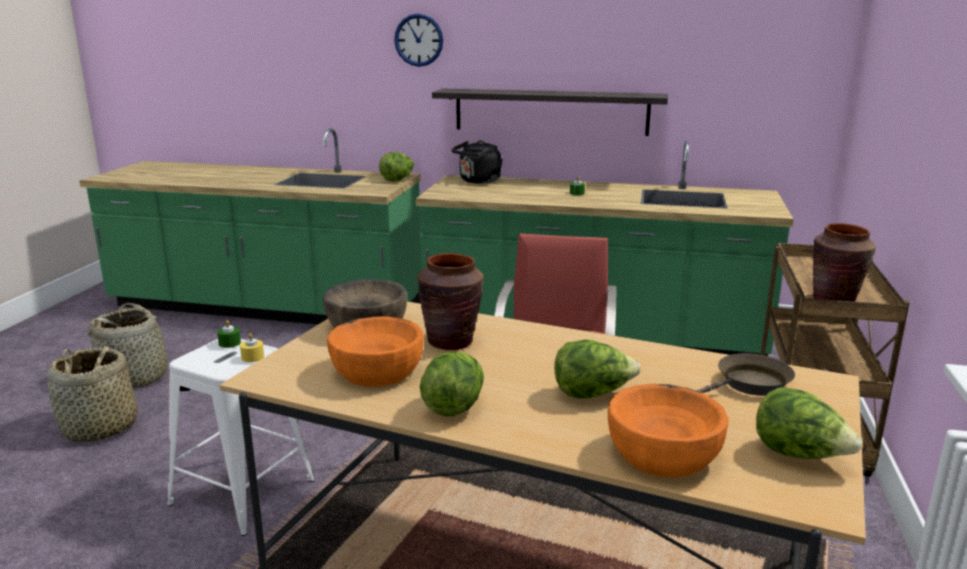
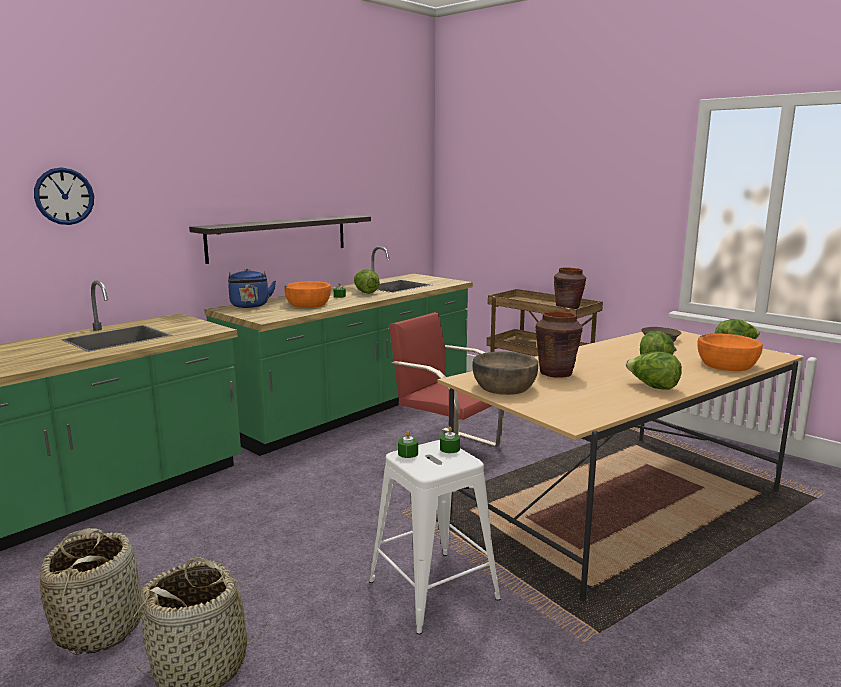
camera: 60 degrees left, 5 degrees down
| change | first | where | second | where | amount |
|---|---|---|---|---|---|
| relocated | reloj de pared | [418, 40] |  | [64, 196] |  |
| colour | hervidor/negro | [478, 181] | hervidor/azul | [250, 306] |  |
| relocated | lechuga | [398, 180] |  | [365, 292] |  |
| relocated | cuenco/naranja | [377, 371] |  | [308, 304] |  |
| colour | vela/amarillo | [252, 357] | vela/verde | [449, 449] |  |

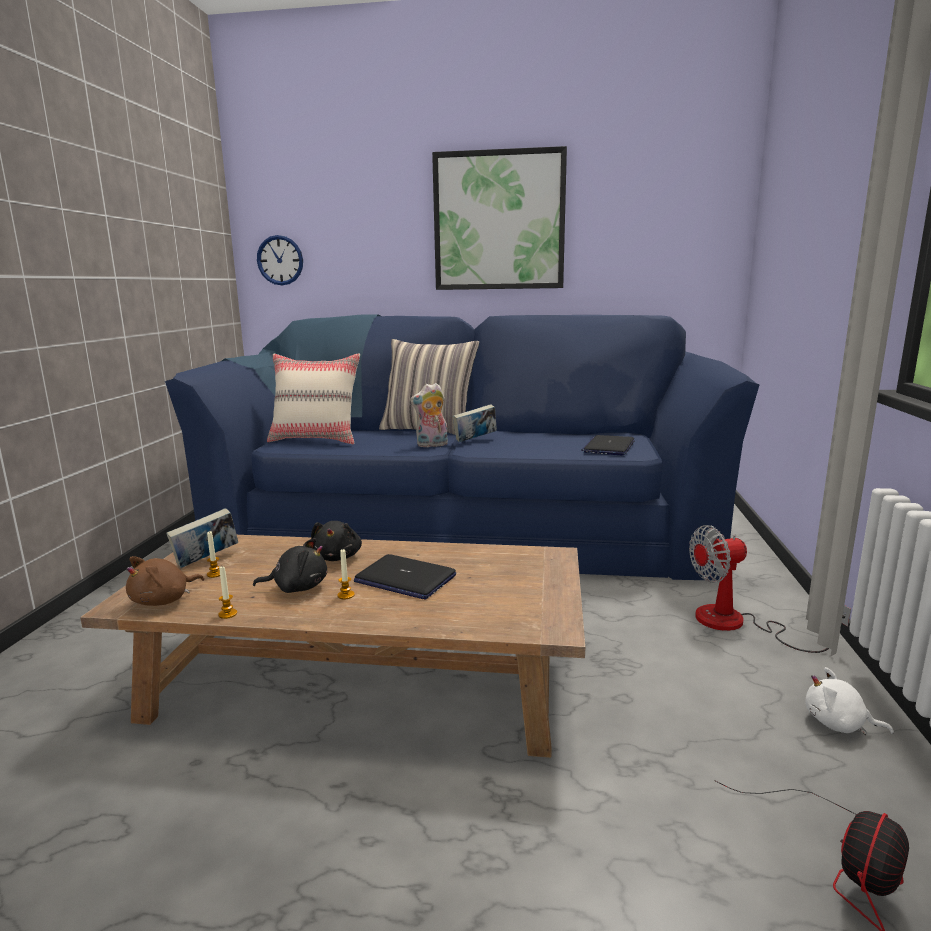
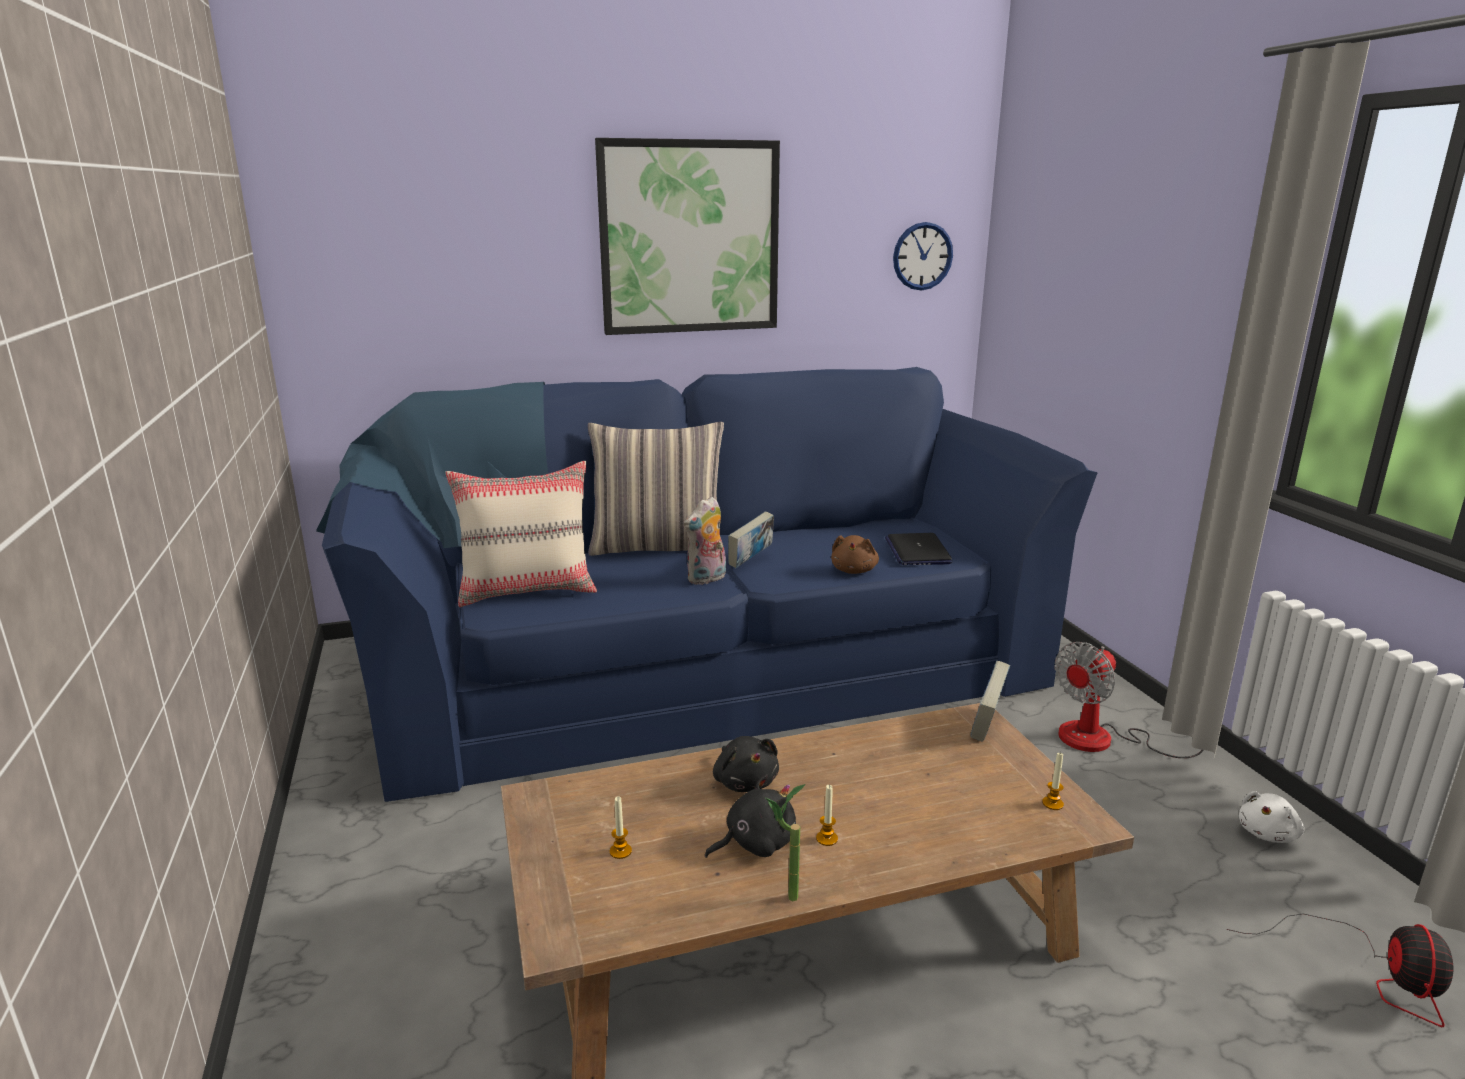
camera: 25 degrees left, 5 degrees up
| change | first | where | second | where | amount |
|---|---|---|---|---|---|
| relocated | reloj de pared | [280, 260] |  | [922, 256] |  |
| relocated | libro | [206, 560] |  | [987, 726] |  |
| missing | portátil | [404, 579] |  |  |  |
| relocated | peluche/marrón | [164, 600] |  | [854, 570] |  |
| relocated | vela | [228, 614] |  | [1052, 803] |  |
| spun | peluche/blanco | [838, 724] |  | [1268, 833] | 45 degrees counterclockwise |
| appeared |  |  | planta en maceta | [782, 898] |  |

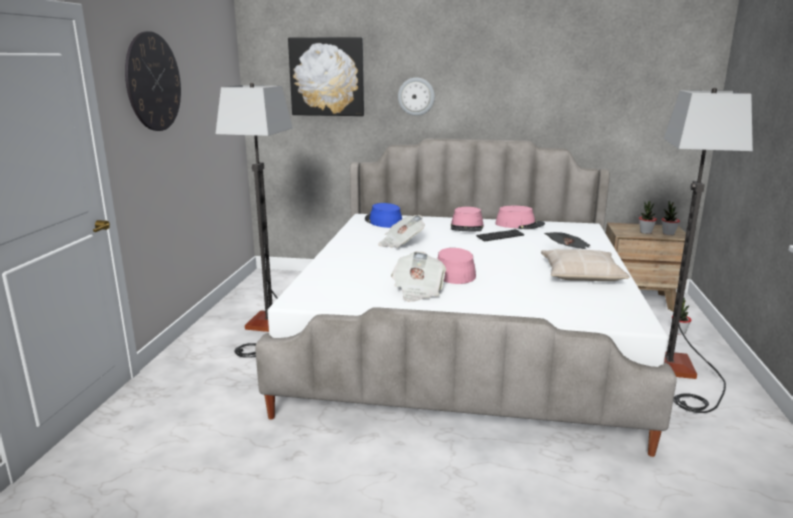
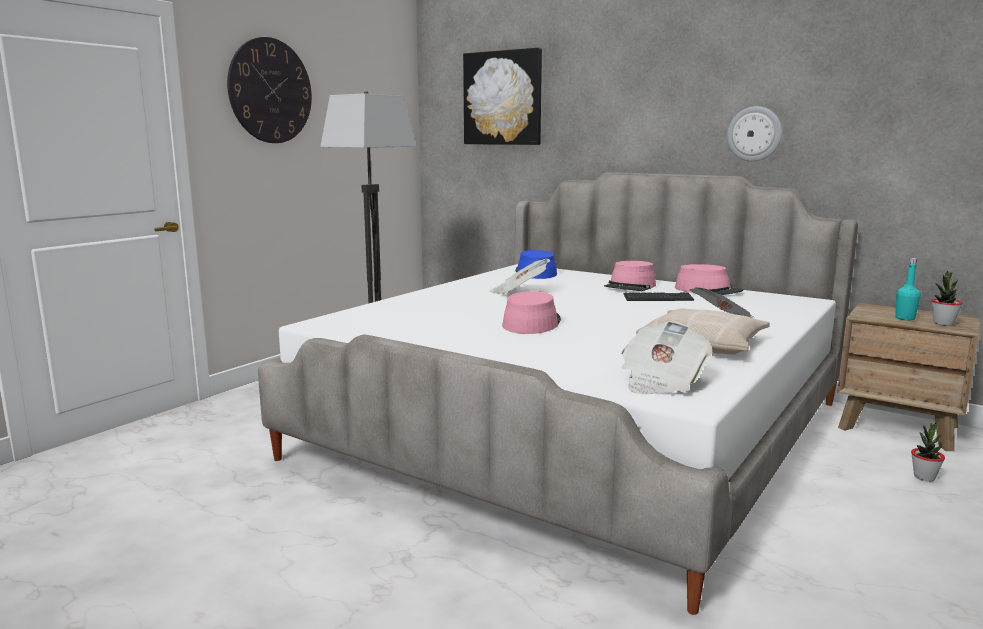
camera: 25 degrees right, 5 degrees down
| change | first | where | second | where | amount |
|---|---|---|---|---|---|
| relocated | reloj de pared | [416, 96] |  | [754, 134] |  |
| missing | lámpara de pie | [676, 374] |  |  |  |
| exchanged | planta en maceta | [645, 232] | botella/turquesa | [905, 318] |  |
| relocated | periódico | [417, 291] |  | [661, 382] |  |

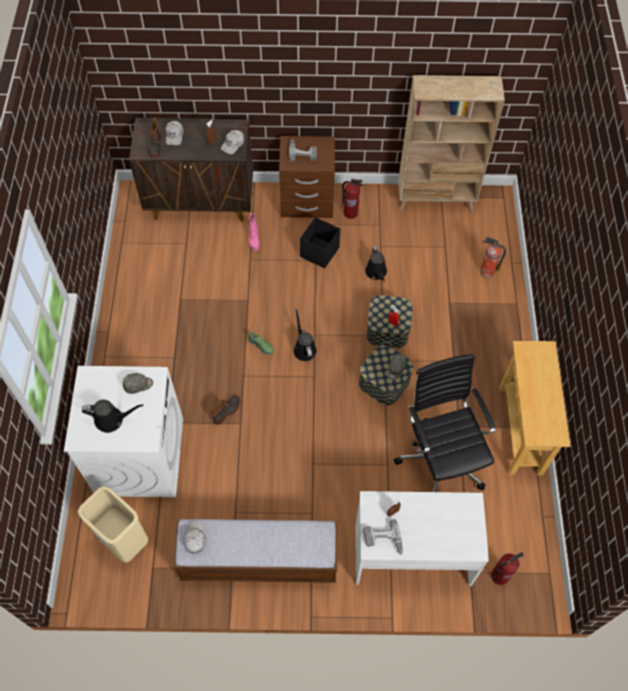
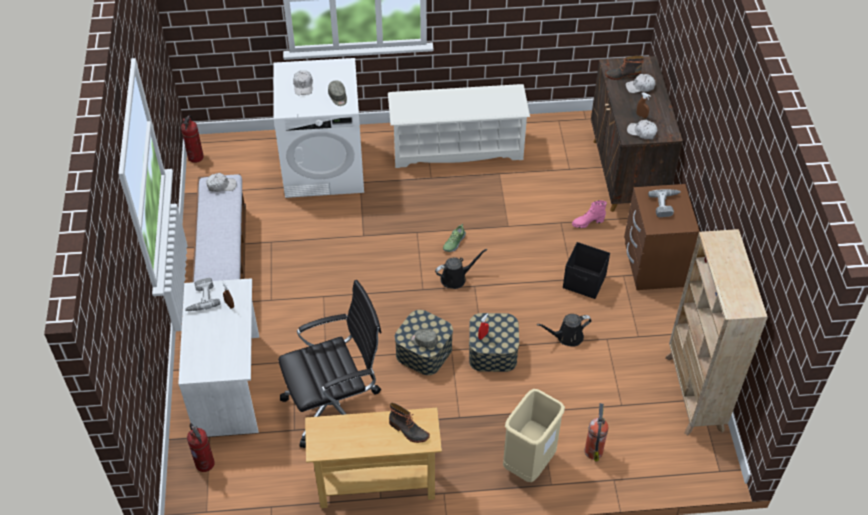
camera: 85 degrees right, 10 degrees down
| change | first | where | second | where | amount |
|---|---|---|---|---|---|
| relocated | extintor | [351, 213] |  | [196, 157] |  |
| relocated | bota | [227, 411] |  | [408, 431] |  |
| exchanged | regadera/negro | [112, 419] | gorra/blanco | [303, 86] |  |
| relocated | papelera/beis | [124, 540] |  | [529, 463] |  |
| appeared |  |  | zapatero/blanco | [457, 148] |  |

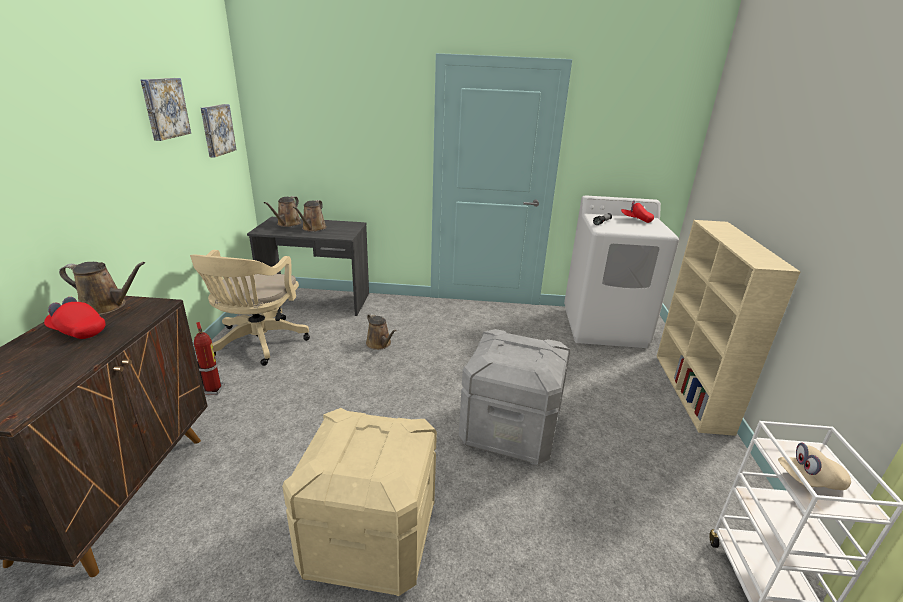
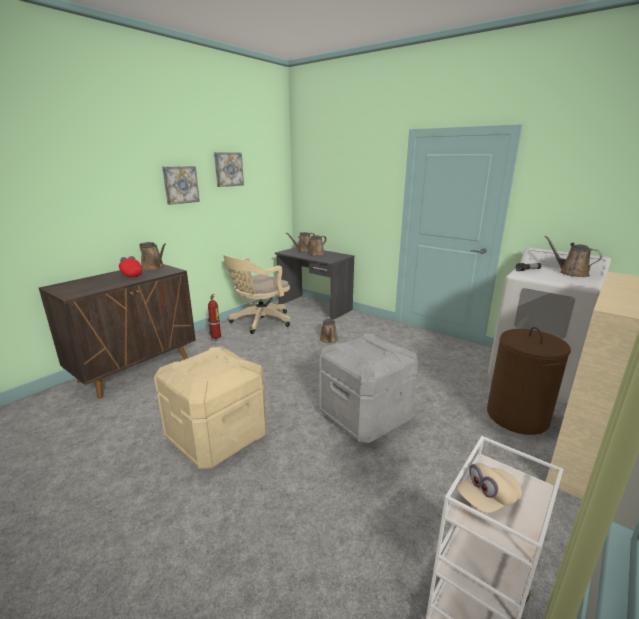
camera: 35 degrees right, 5 degrees down
| change | first | where | second | where | amount |
|---|---|---|---|---|---|
| relocated | cuadro | [216, 130] |  | [180, 184] |  |
| exchanged | gorra/rojo | [636, 220] | regadera/marrón | [571, 273] |  |
| spun | gorra/beis | [809, 480] |  | [487, 499] | 60 degrees counterclockwise |
| appeared |  |  | cesto de la ropa/marrón | [517, 416] |  |

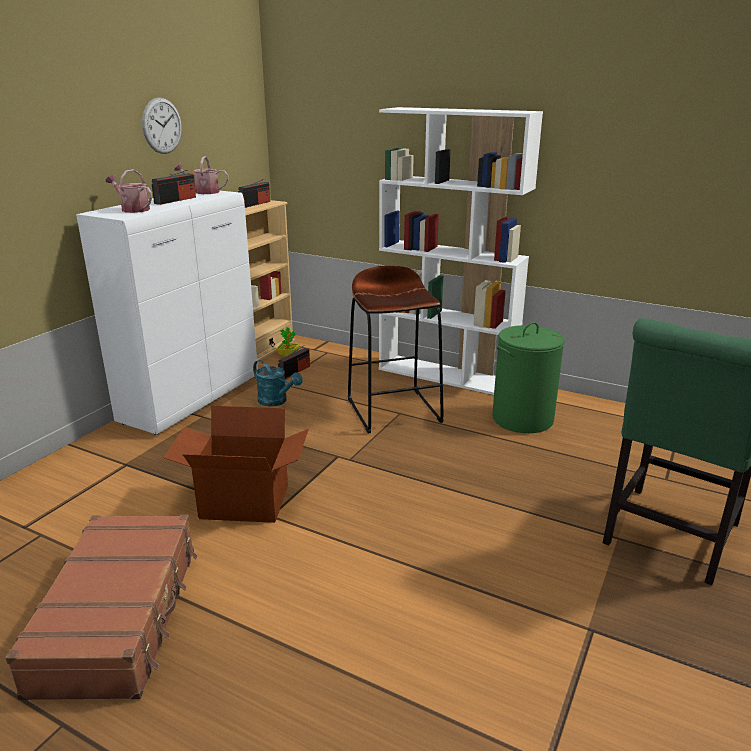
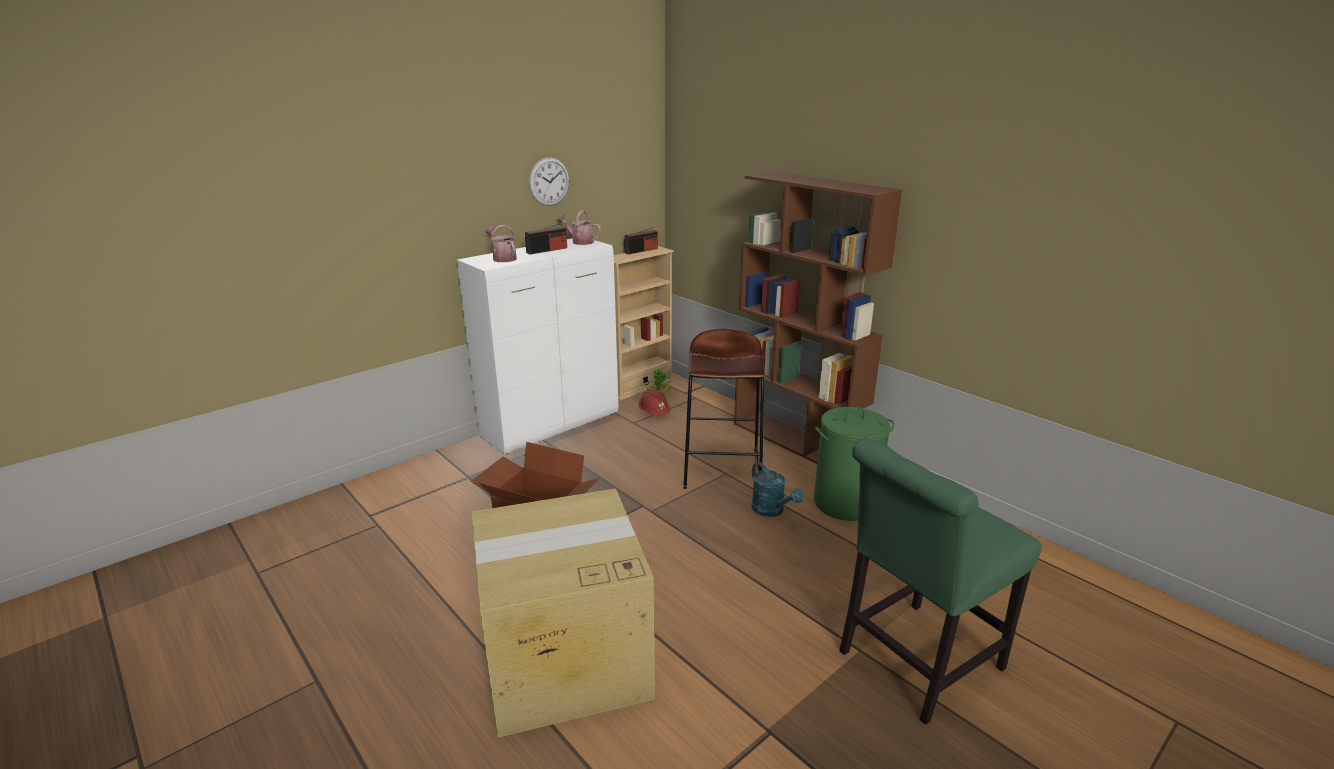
camera: 20 degrees right, 0 degrees up
| change | first | where | second | where | amount |
|---|---|---|---|---|---|
| colour | estantería/blanco | [447, 375] | estantería/marrón | [797, 442] |  |
| exchanged | radio | [294, 371] | casco/rojo | [654, 413] |  |
| relocated | regadera/turquesa | [276, 401] |  | [772, 511] |  |
| missing | maleta/marrón | [120, 616] |  |  |  |
| appeared |  |  | caja de cartón | [563, 660] |  |

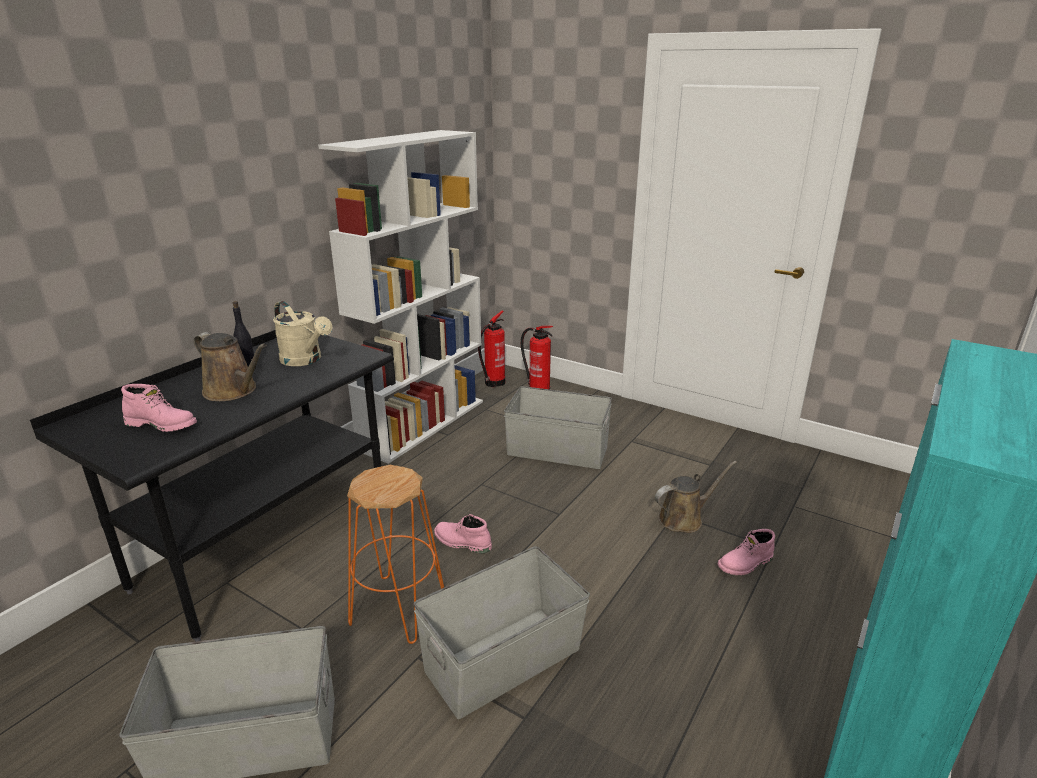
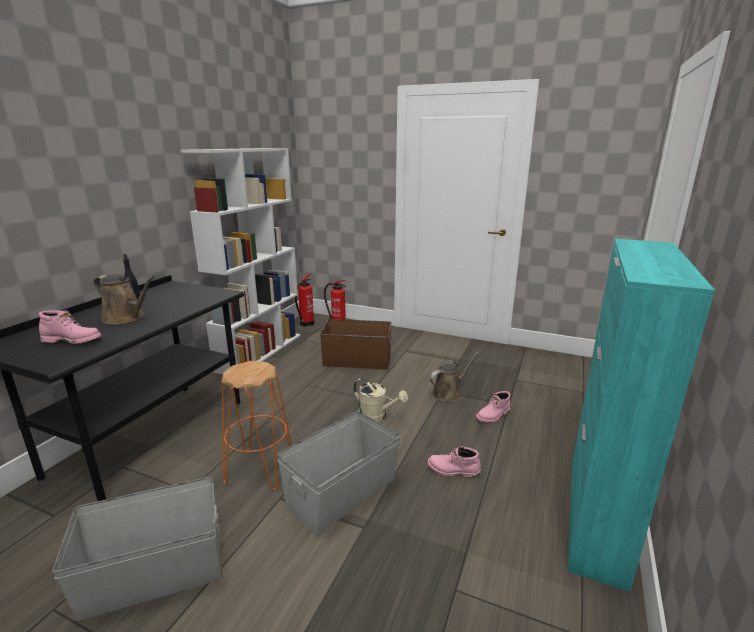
camera: 10 degrees left, 5 degrees down
| change | first | where | second | where | amount |
|---|---|---|---|---|---|
| relocated | regadera/beis | [305, 360] |  | [377, 416] |  |
| colour | caja de almacenaje/gris | [557, 450] | caja de almacenaje/marrón | [357, 360] |  |
| relocated | bota/rosa | [462, 542] |  | [453, 471] |  |

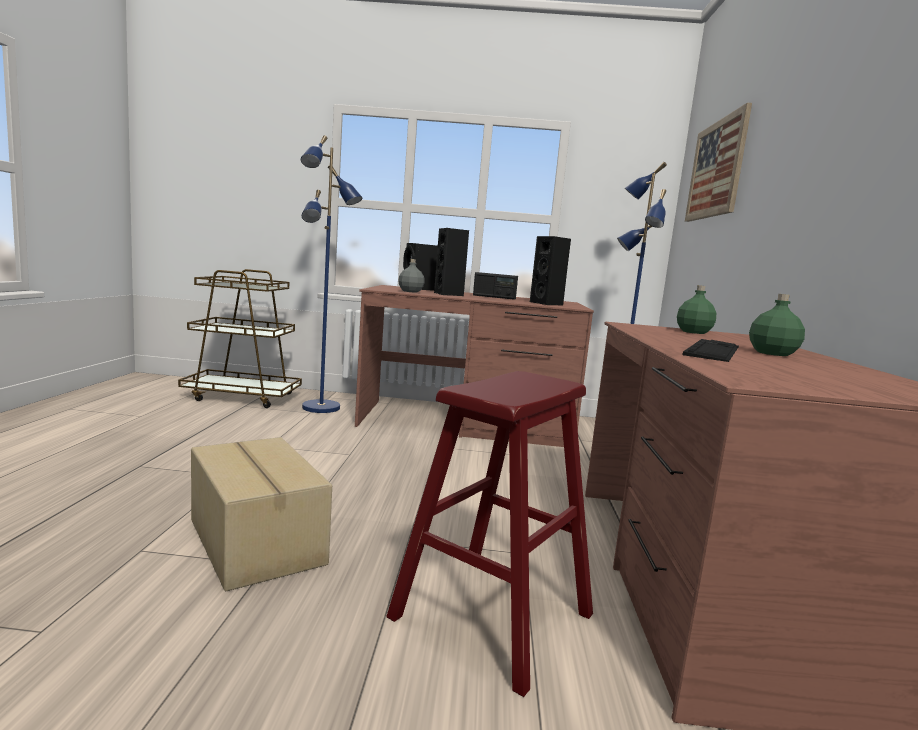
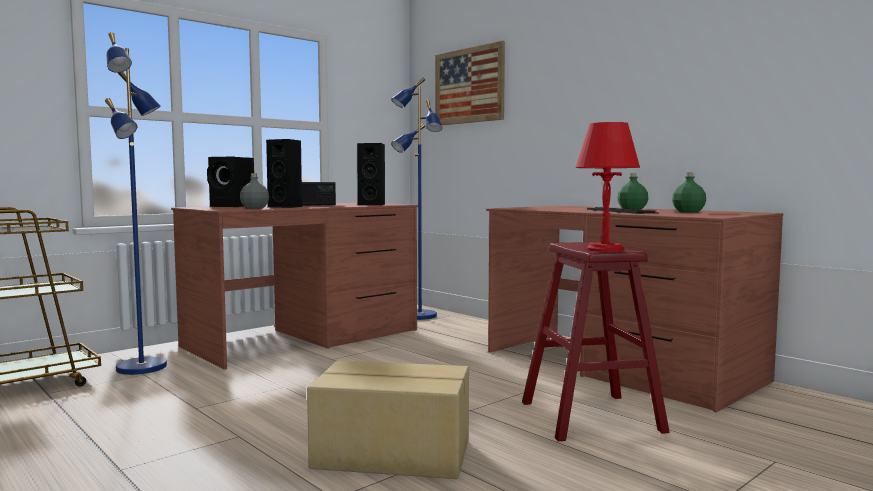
camera: 45 degrees left, 5 degrees down
| change | first | where | second | where | amount |
|---|---|---|---|---|---|
| relocated | botella/verde | [693, 332] |  | [688, 212] |  |
| appeared |  |  | lámpara de mesa/rojo | [604, 249] |  |

